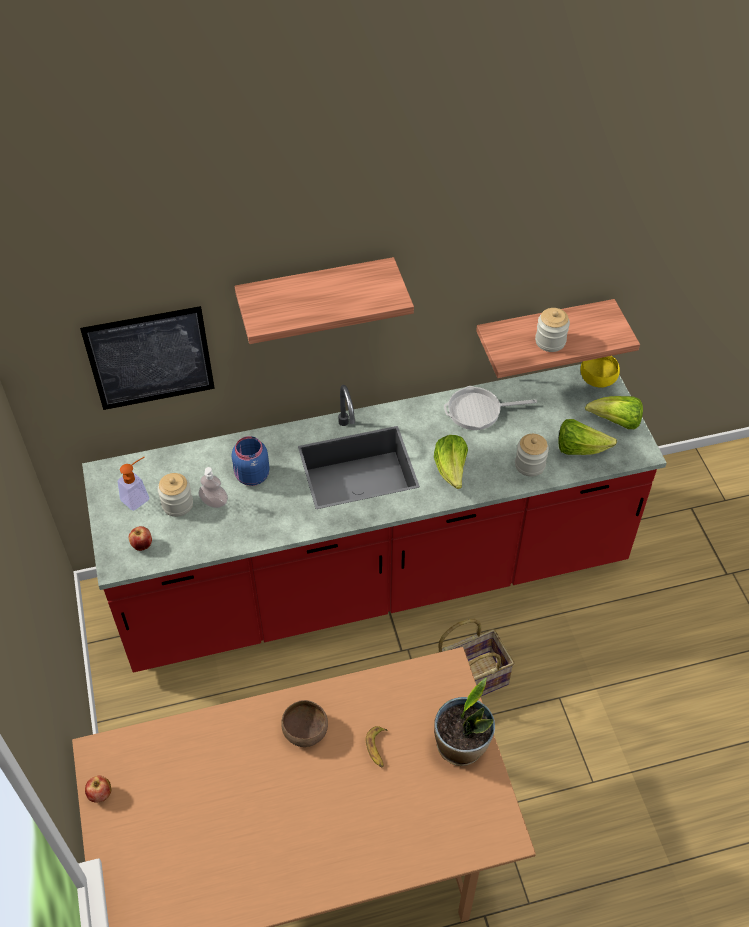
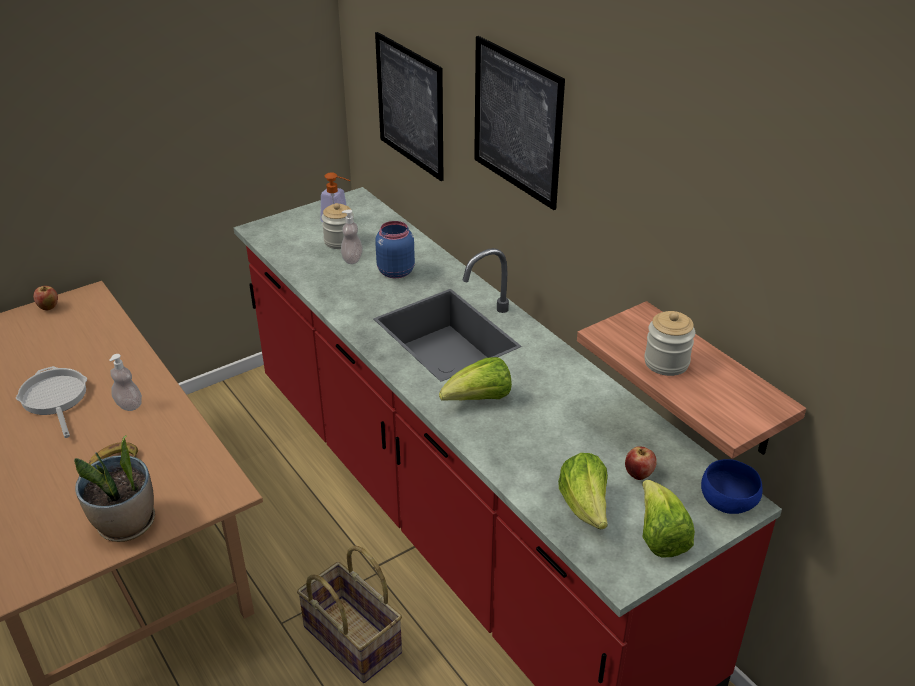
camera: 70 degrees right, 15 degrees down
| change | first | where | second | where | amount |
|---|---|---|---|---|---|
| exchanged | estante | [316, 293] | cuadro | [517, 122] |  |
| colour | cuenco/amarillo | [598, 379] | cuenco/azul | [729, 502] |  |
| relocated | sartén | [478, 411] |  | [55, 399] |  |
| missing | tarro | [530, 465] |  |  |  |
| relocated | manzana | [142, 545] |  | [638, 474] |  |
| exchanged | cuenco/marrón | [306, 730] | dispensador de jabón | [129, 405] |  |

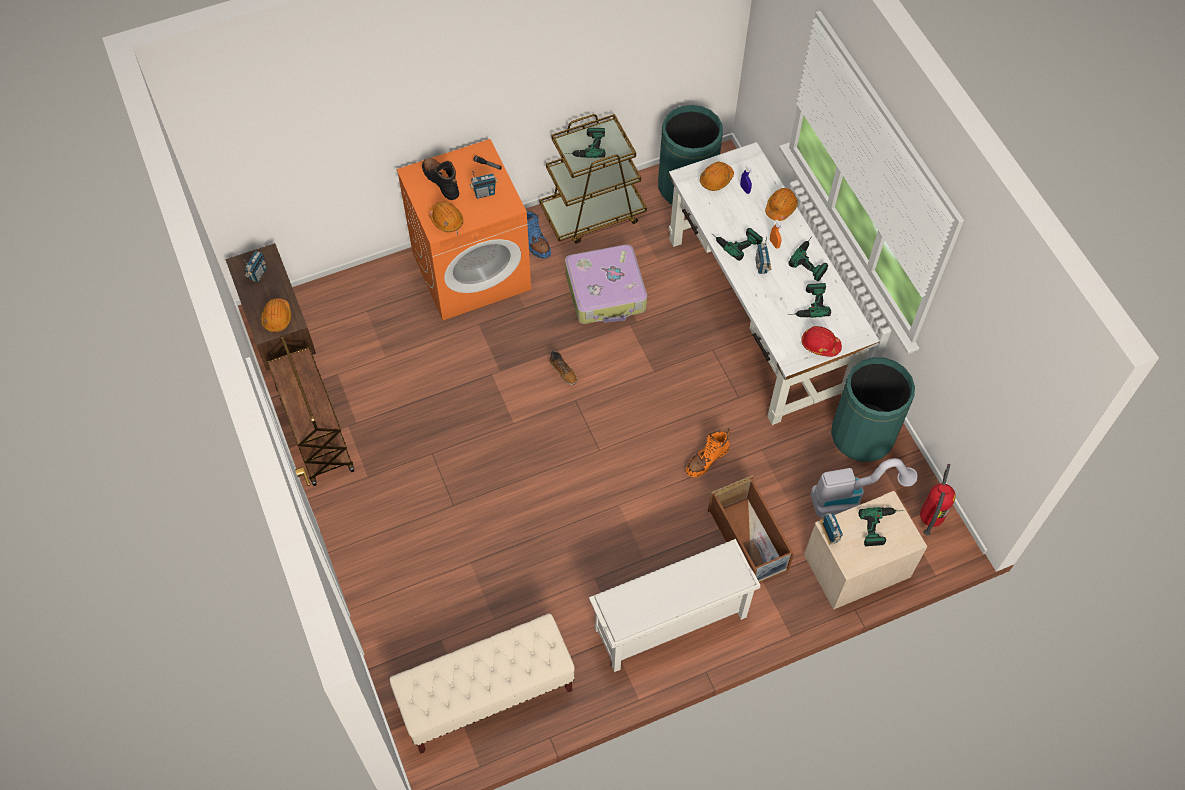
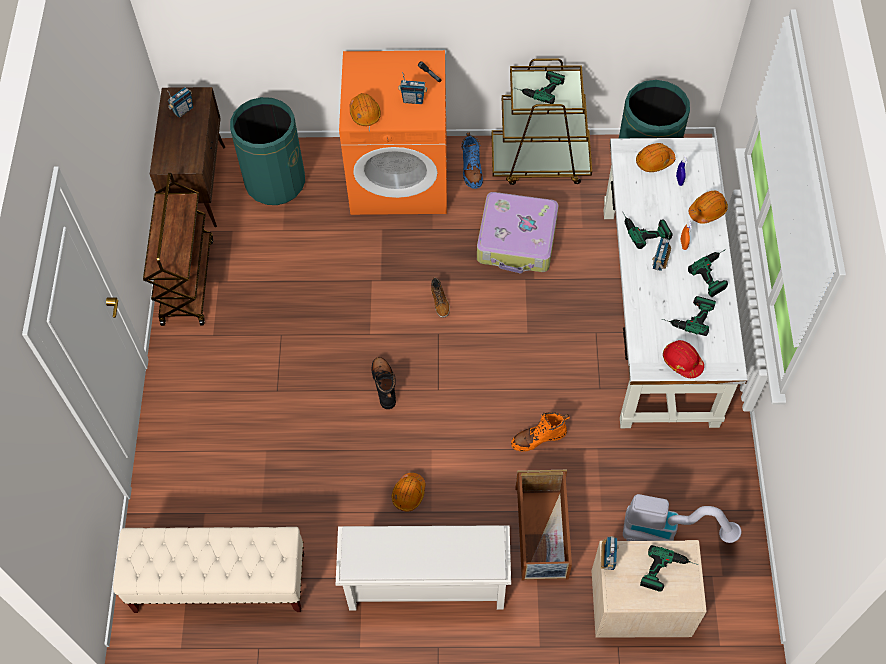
camera: 25 degrees right, 0 degrees up
| change | first | where | second | where | amount |
|---|---|---|---|---|---|
| relocated | bota/negro | [441, 181] |  | [384, 385] |  |
| relocated | casco/naranja | [277, 318] |  | [409, 494] |  |
| relocated | papelera/verde | [862, 435] |  | [275, 182] |  |
| missing | extintor | [929, 519] |  |  |  |

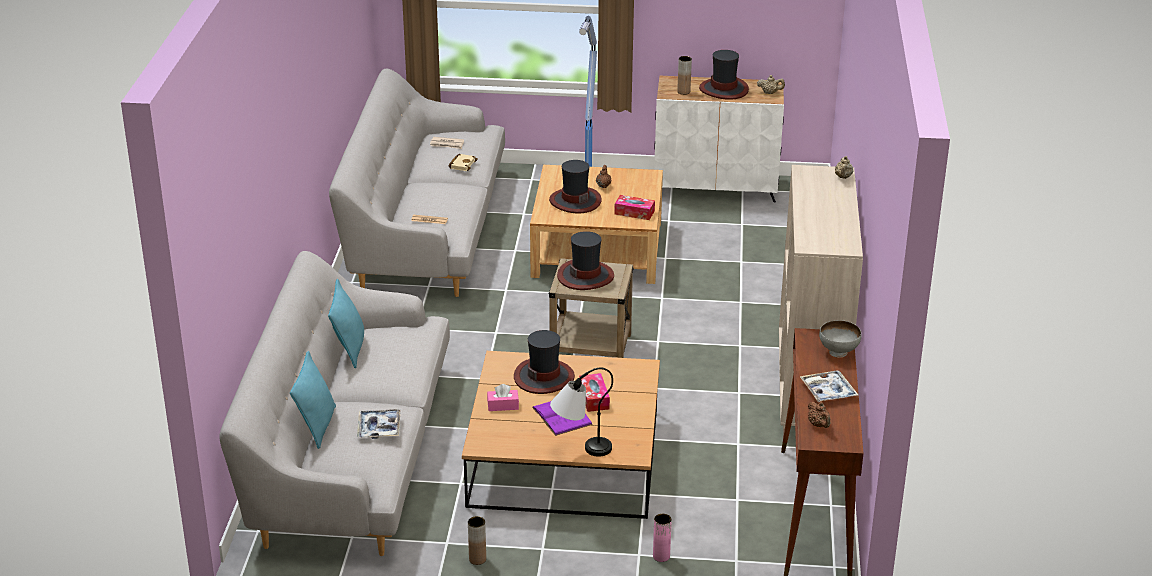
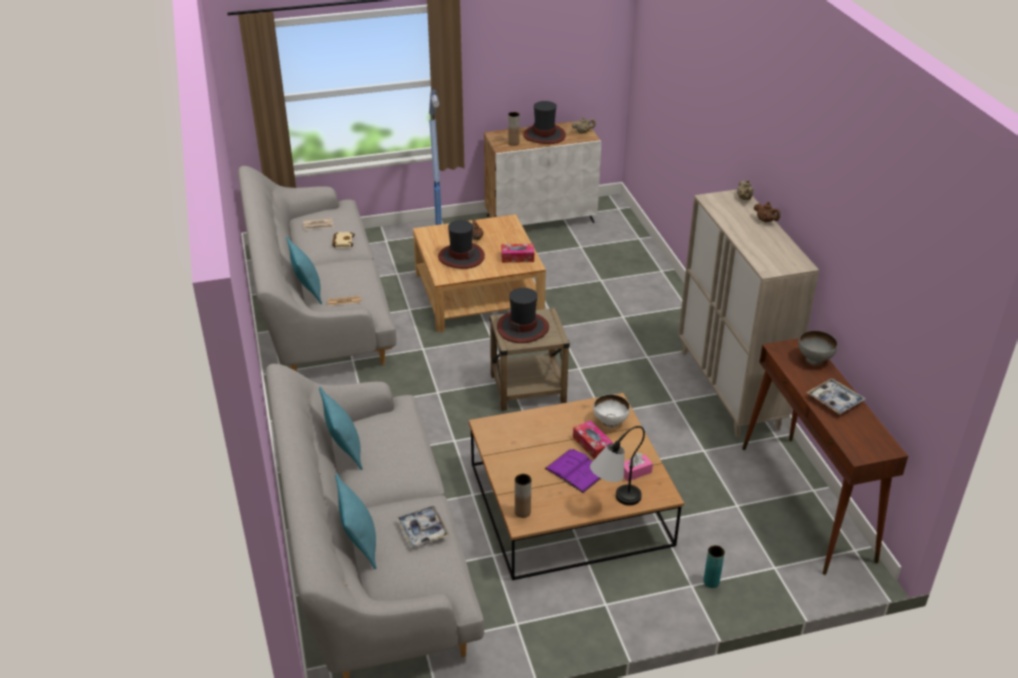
camera: 20 degrees left, 5 degrees up
| change | first | where | second | where | amount |
|---|---|---|---|---|---|
| missing | sombrero | [544, 377] |  |  |  |
| relocated | caja de pañuelos/rosa | [503, 405] |  | [635, 472] |  |
| relocated | tetera/marrón | [818, 425] |  | [765, 221] |  |
| colour | florero/rosa | [661, 556] | florero/turquesa | [711, 582] |  |
| relocated | florero/marrón | [477, 559] |  | [522, 512] |  |
| appeared |  |  | cojín/turquesa | [308, 291] |  |
| appeared |  |  | cuenco/blanco | [610, 422] |  |

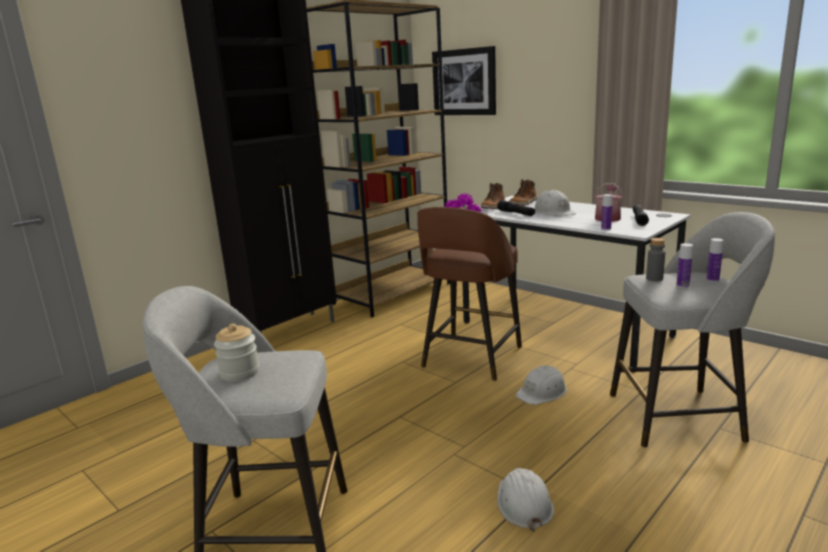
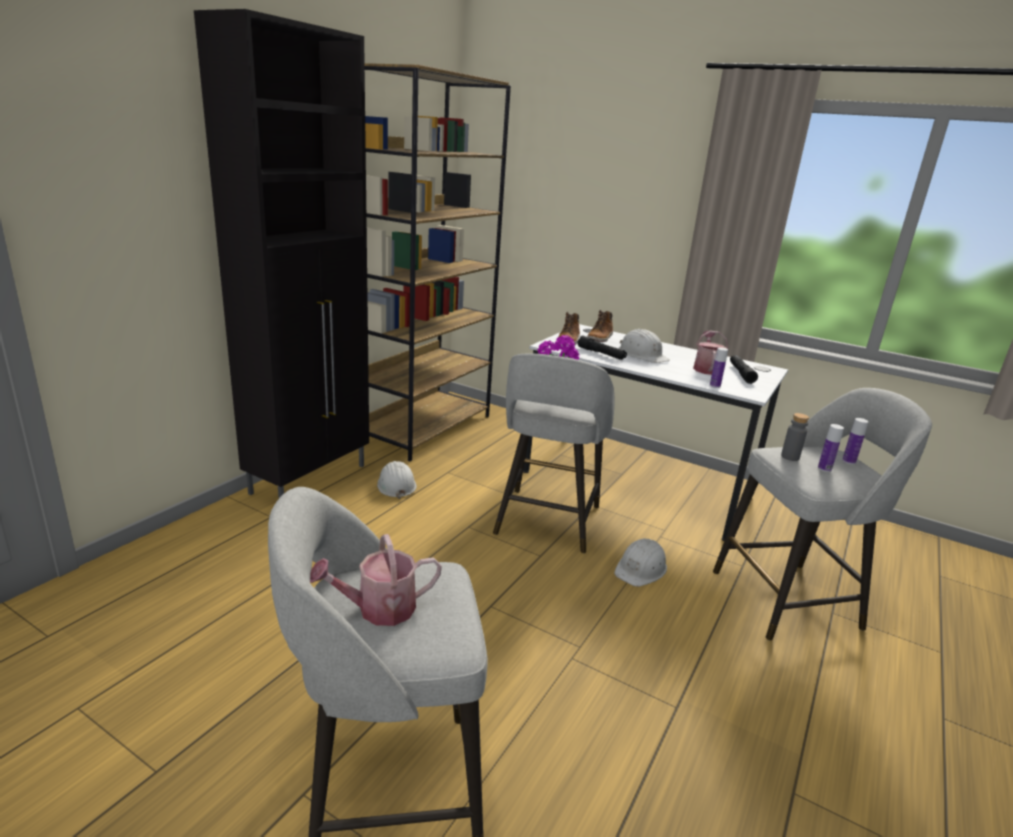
camera: 15 degrees left, 5 degrees up
| change | first | where | second | where | amount |
|---|---|---|---|---|---|
| missing | cuadro | [464, 82] |  |  |  |
| colour | taburete/marrón | [470, 358] | taburete/gris | [546, 522] |  |
| exchanged | tarro | [240, 373] | regadera | [378, 609] |  |
| relocated | casco/blanco | [523, 503] |  | [396, 485] |  |

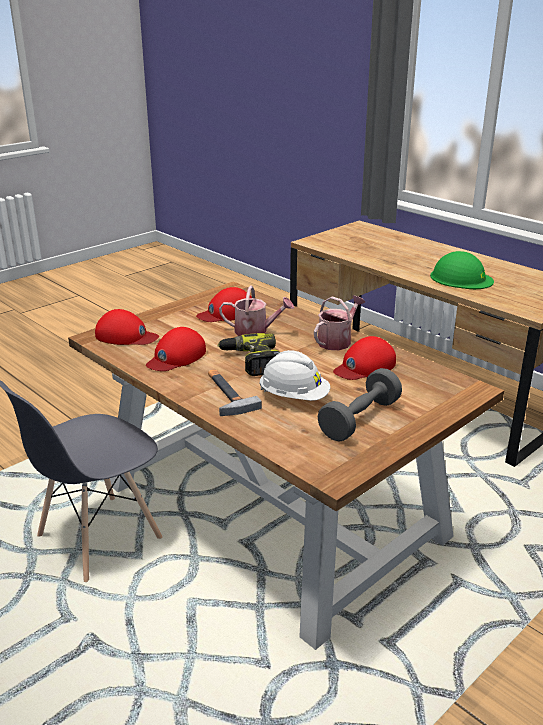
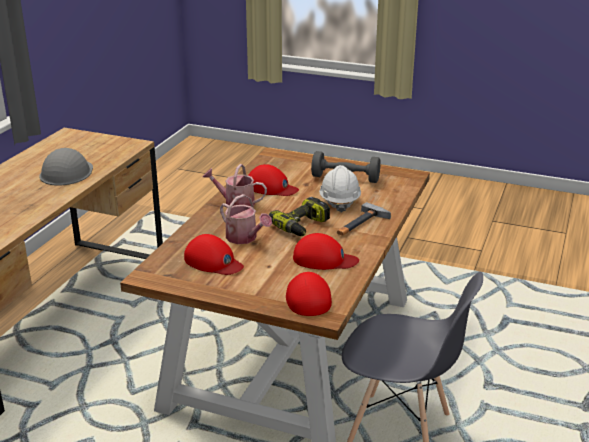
camera: 115 degrees left, 0 degrees up
| change | first | where | second | where | amount |
|---|---|---|---|---|---|
| colour | casco/verde | [461, 278] | casco/gris | [66, 172] |  |
| spun | regadera | [256, 331] |  | [244, 238] | 150 degrees clockwise |

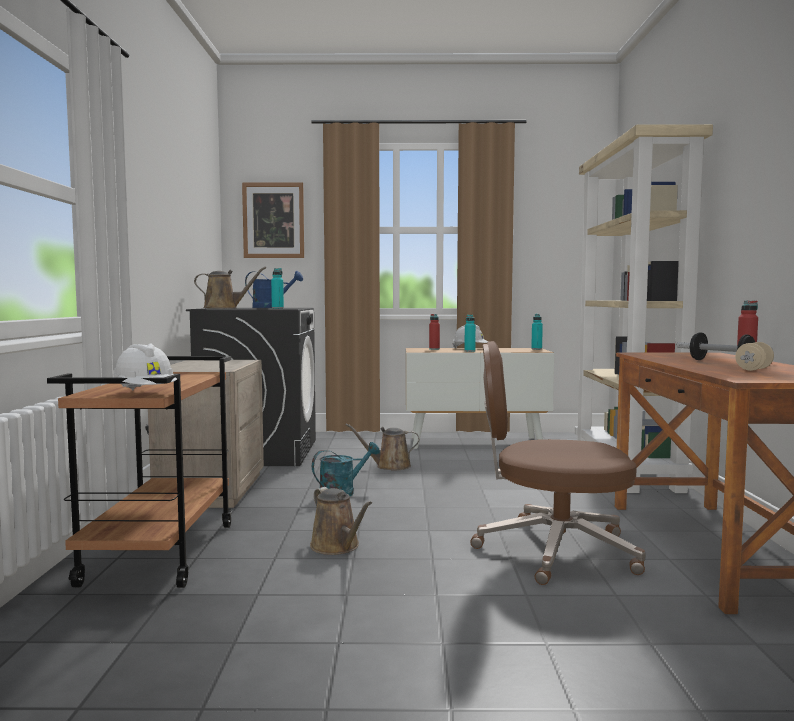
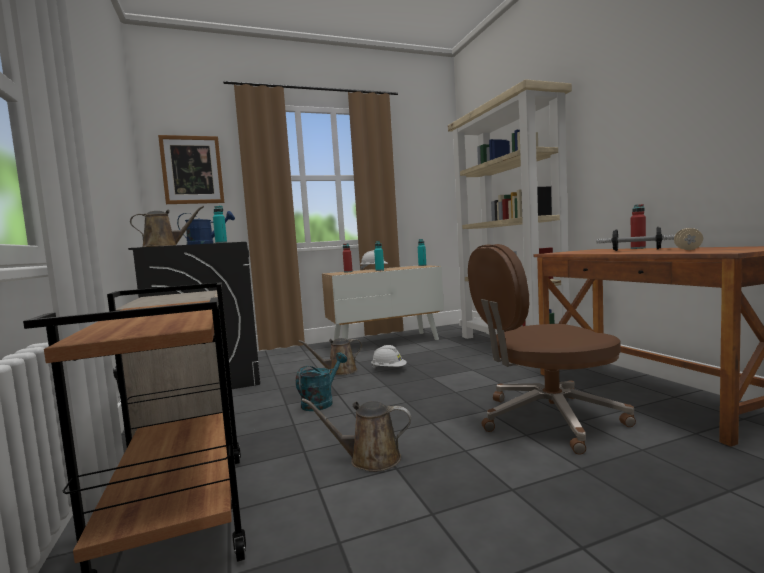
camera: 20 degrees left, 0 degrees up
| change | first | where | second | where | amount |
|---|---|---|---|---|---|
| relocated | casco/blanco | [145, 394] |  | [389, 369] |  |
| spun | regadera/marrón | [337, 547] |  | [369, 459] | 150 degrees clockwise |

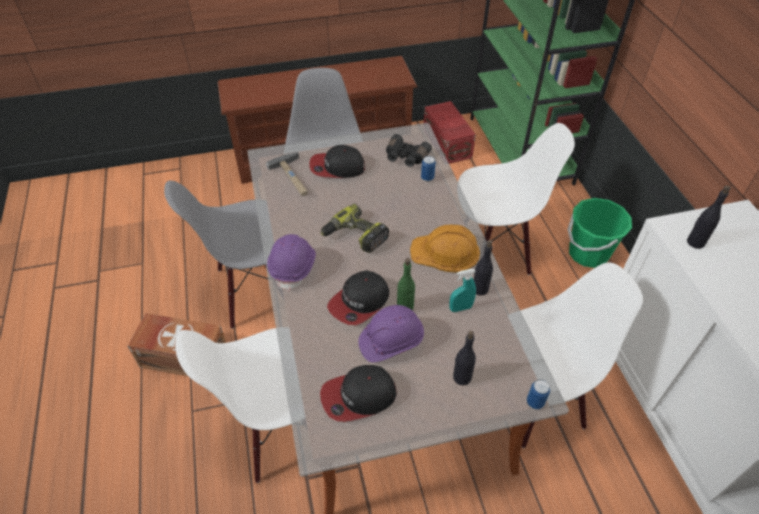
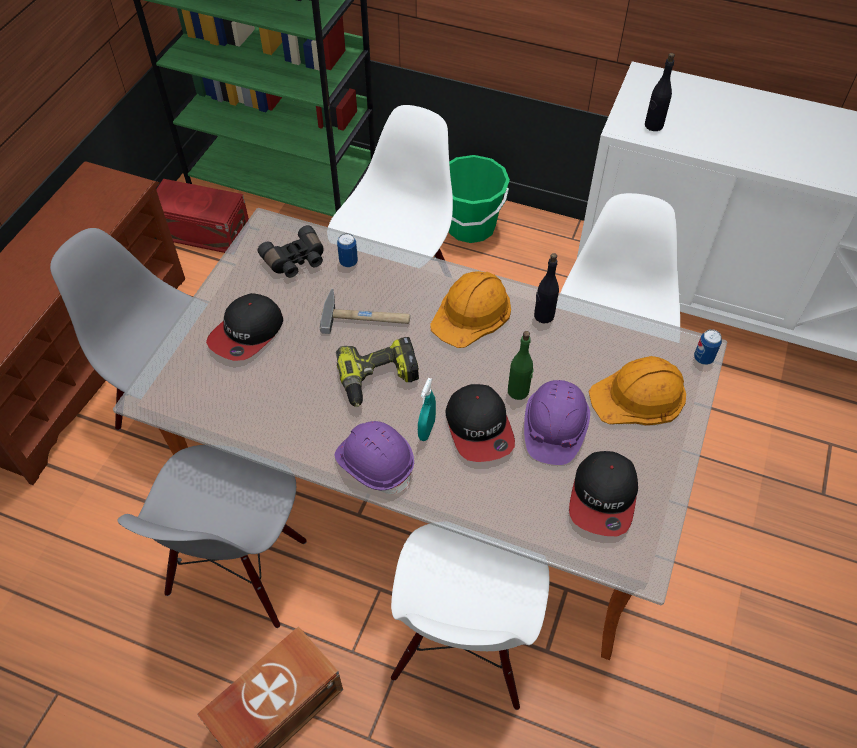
camera: 55 degrees left, 5 degrees up
| change | first | where | second | where | amount |
|---|---|---|---|---|---|
| relocated | martillo | [294, 177] |  | [366, 316] |  |
| relocated | pulverizador/turquesa | [460, 308] |  | [426, 430] |  |
| exchanged | botella/negro | [461, 377] | casco/naranja | [639, 396] |  |

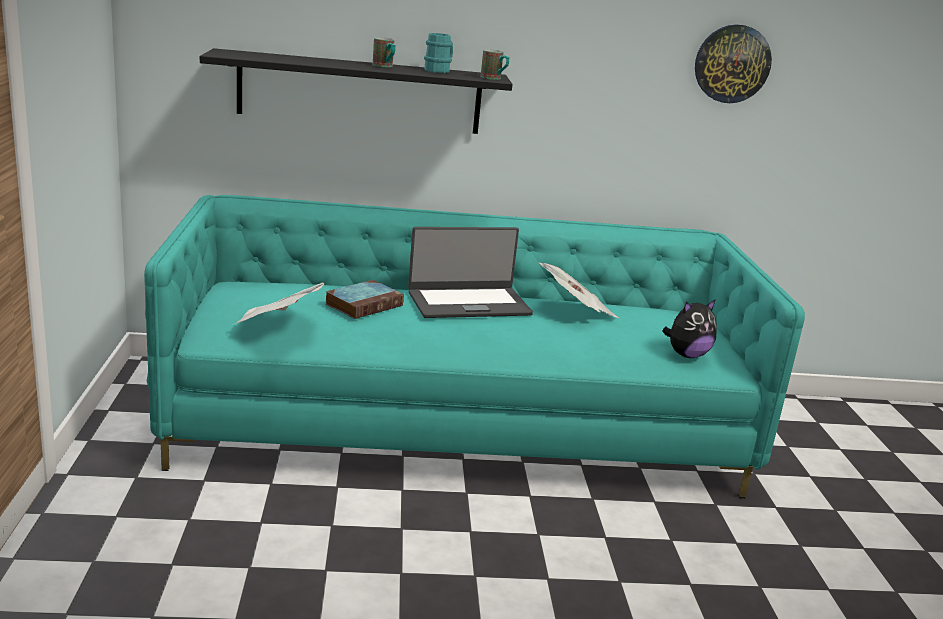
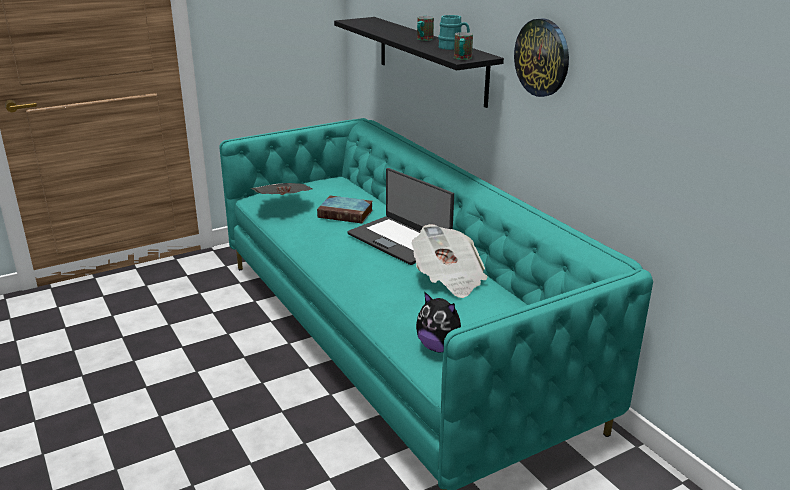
camera: 65 degrees right, 5 degrees up
| change | first | where | second | where | amount |
|---|---|---|---|---|---|
| relocated | reloj de pared | [732, 64] |  | [542, 57] |  |

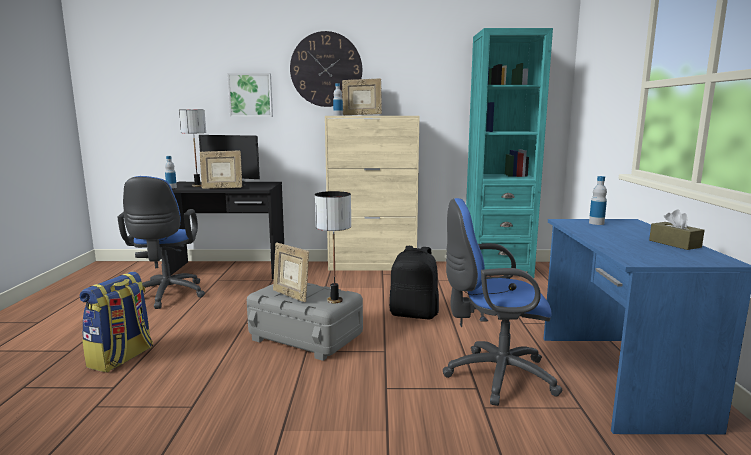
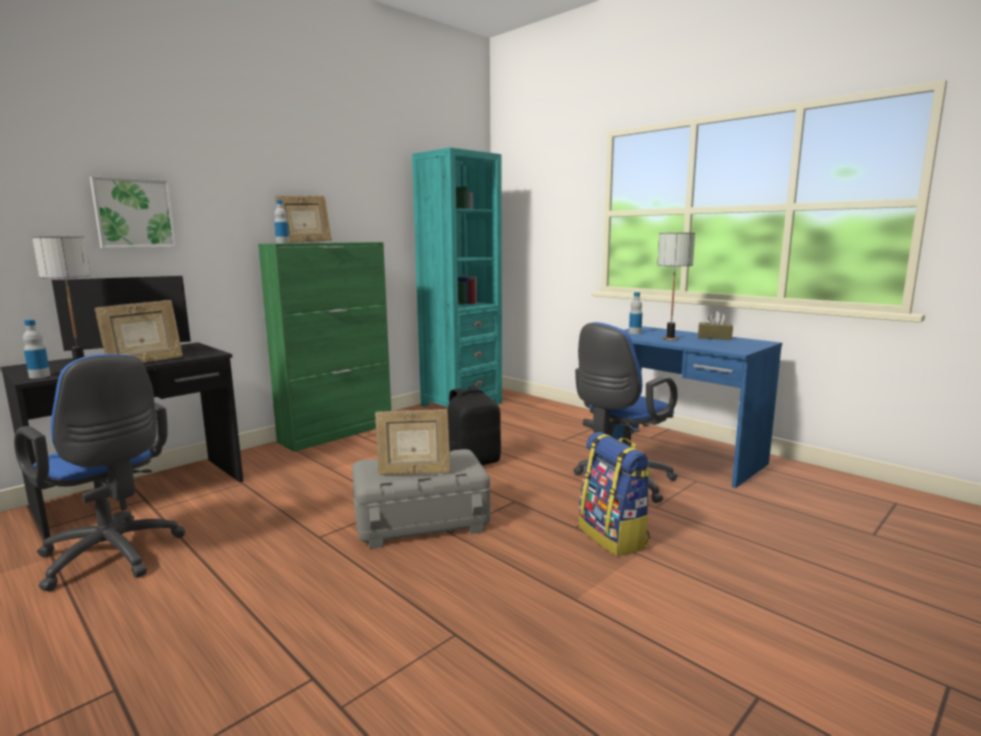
camera: 45 degrees left, 0 degrees up
| change | first | where | second | where | amount |
|---|---|---|---|---|---|
| missing | reloj de pared | [326, 69] |  |  |  |
| colour | armario/beis | [373, 266] | armario/verde | [337, 433] |  |
| relocated | lámpara de mesa | [335, 300] |  | [670, 339] |  |
| relocated | mochila | [121, 358] |  | [614, 537] |  |

